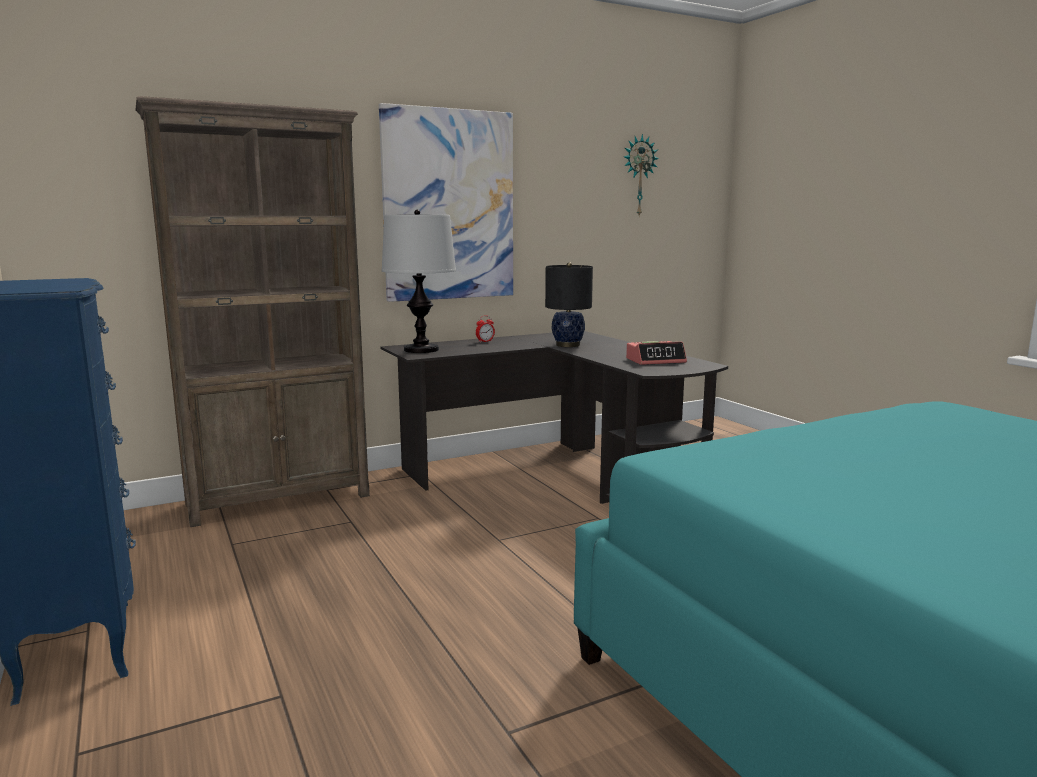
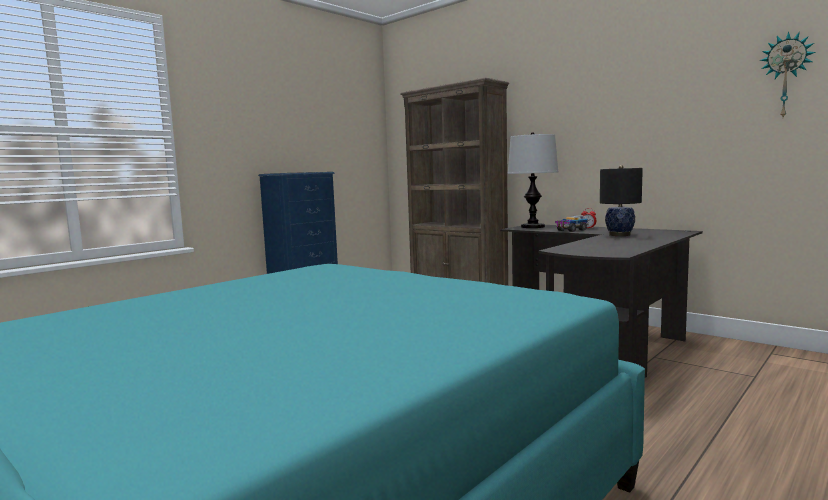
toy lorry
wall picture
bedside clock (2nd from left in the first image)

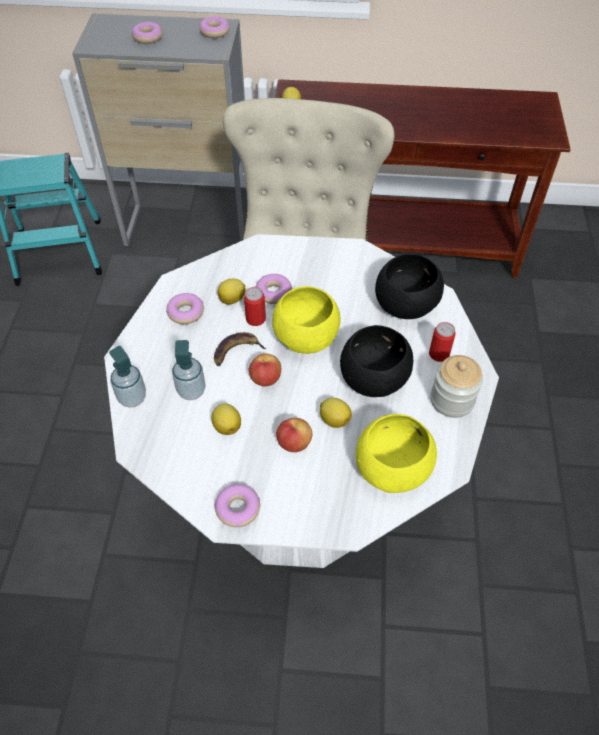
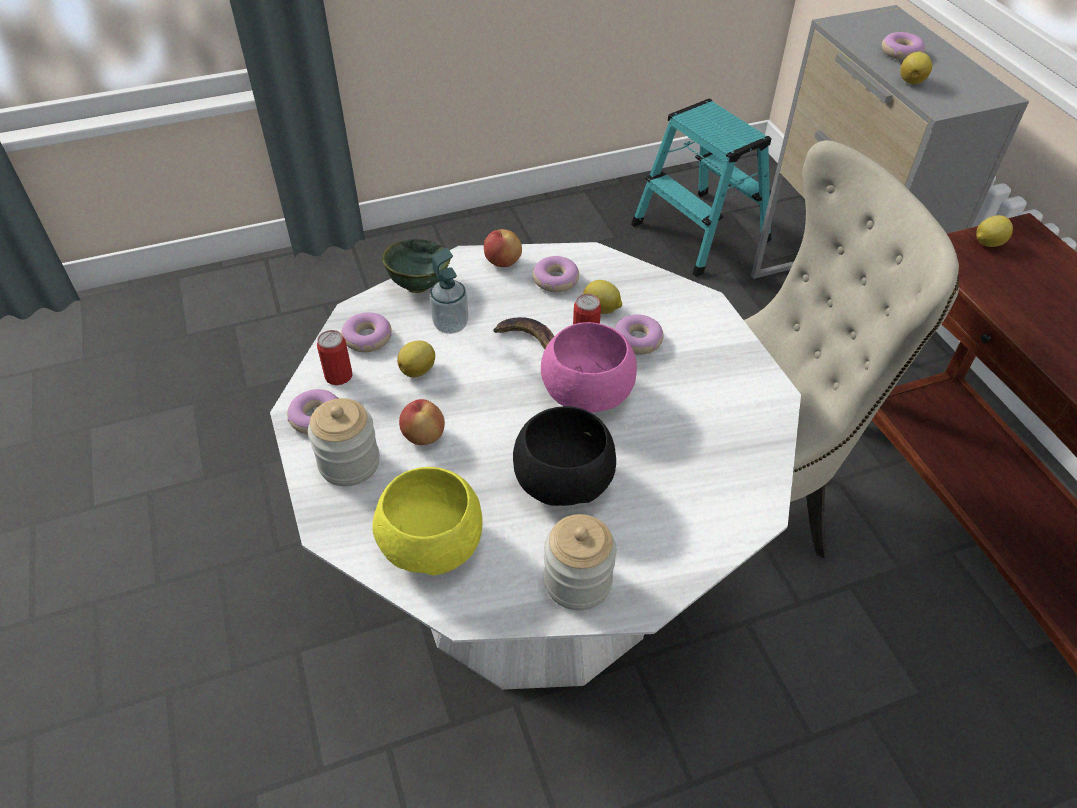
preserve jar (1st from left)
sealed can (1st from left)
ring doughnut (2nd from left)
green-coloured deep dish
apple fruit (2nd from left)
pink-coloured deep dish
lemon (3rd from left)
black-coloured deep dish (2nd from left in the first image)

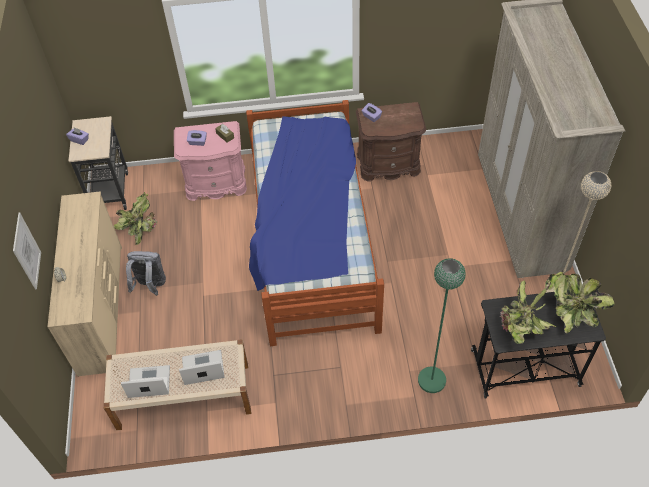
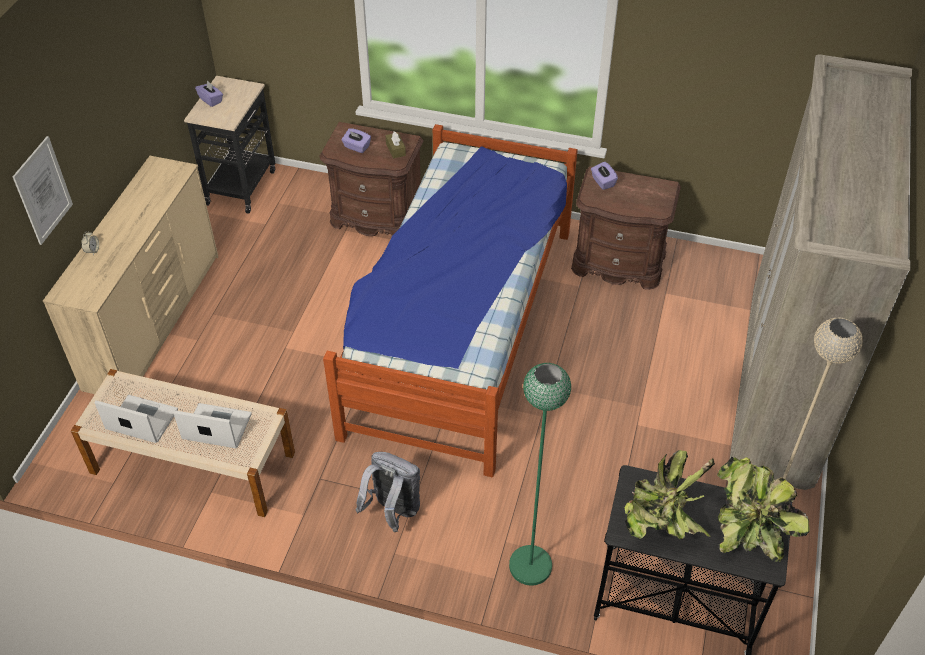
brown bedside table (1st from left)
greyish knapsack
potted plant (1st from left in the first image)

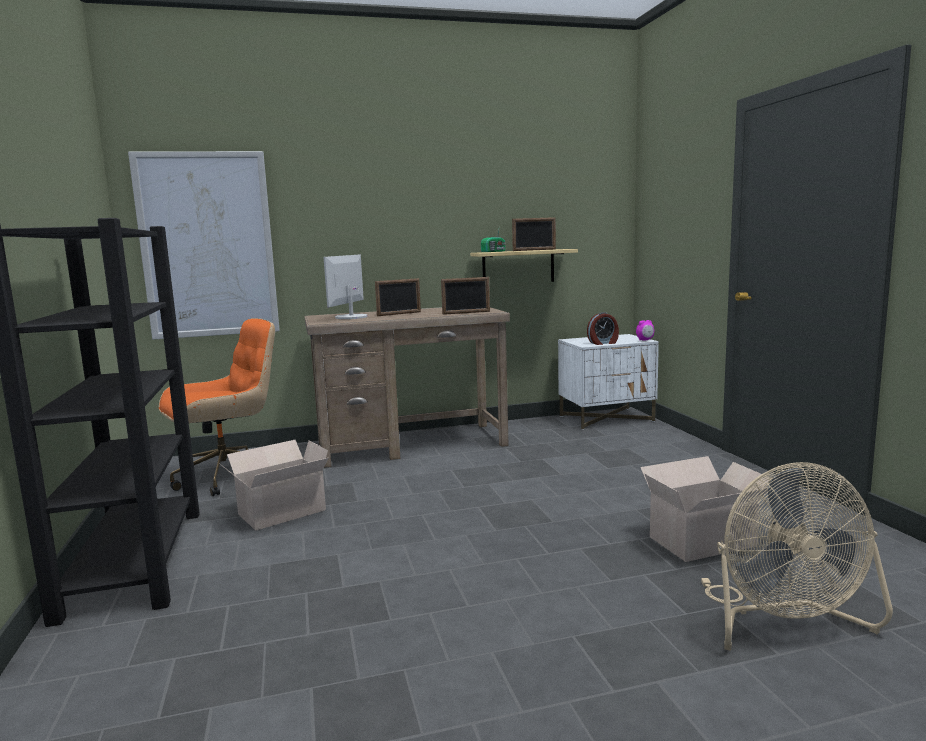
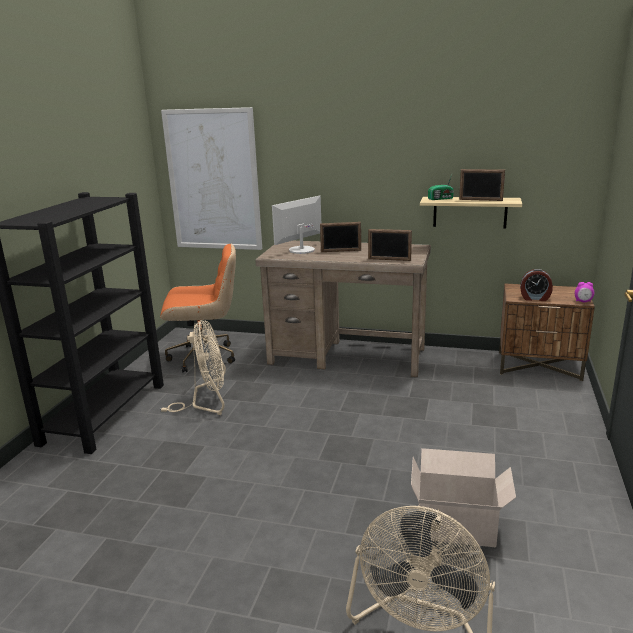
beige fan (1st from left)
brown bedside table

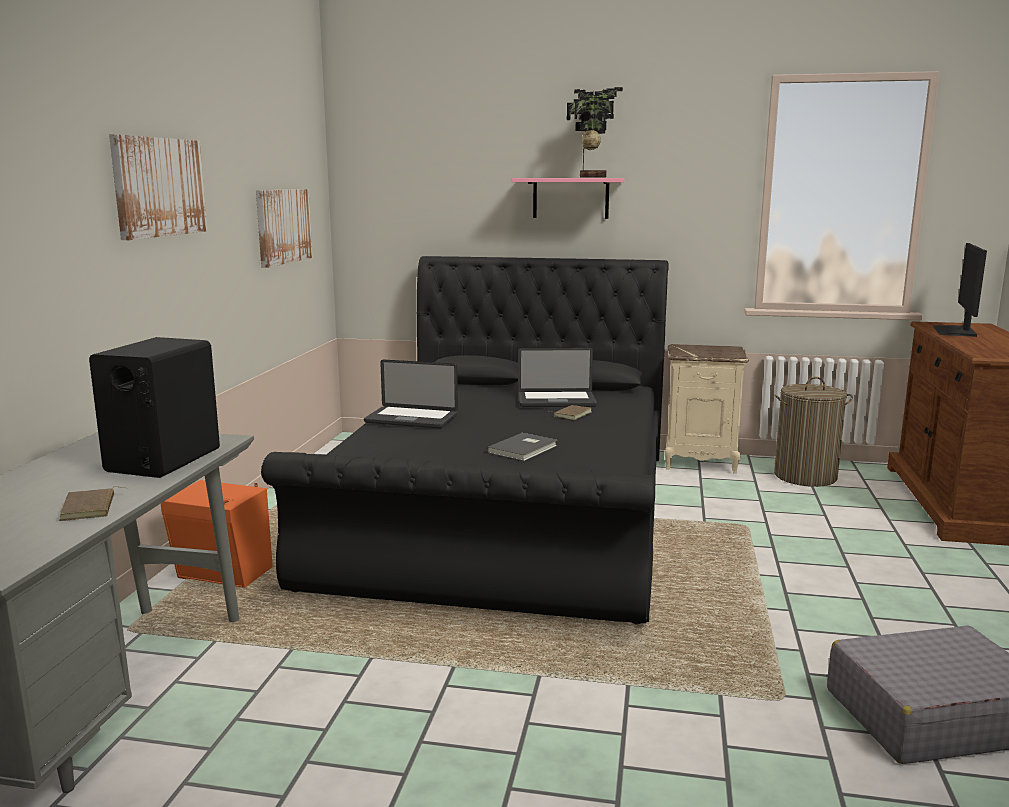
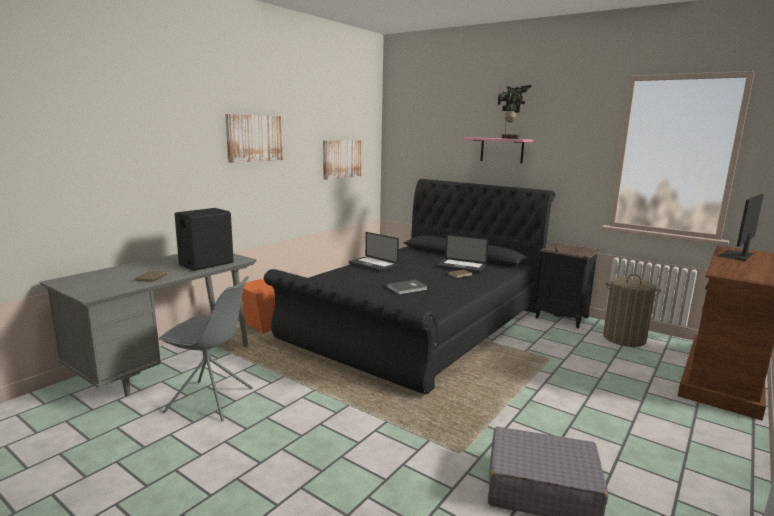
greyish upright chair
black-coloured bedside table

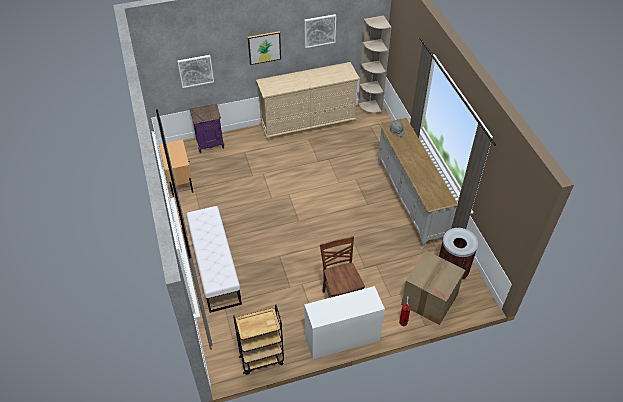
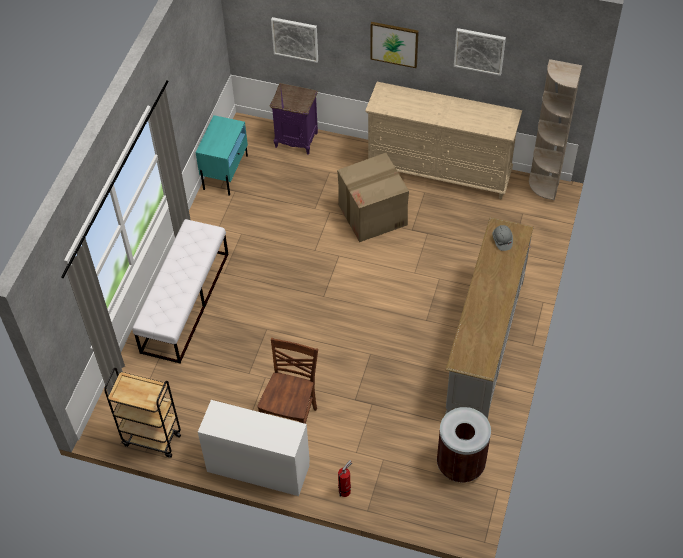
blue-green bedside table
cardboard box

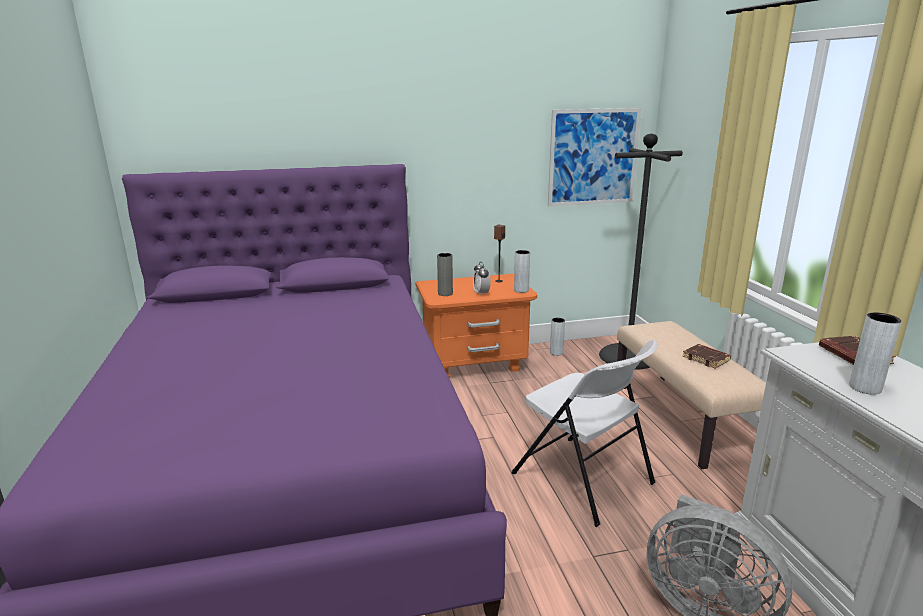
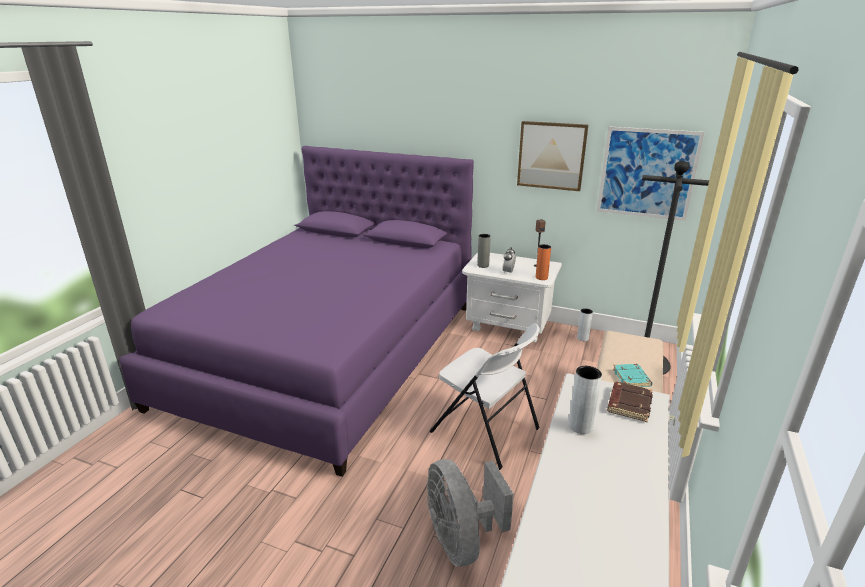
white upright chair
white bedside table
wall picture (1st from left)
orange-coloured vase
blue-green bound book

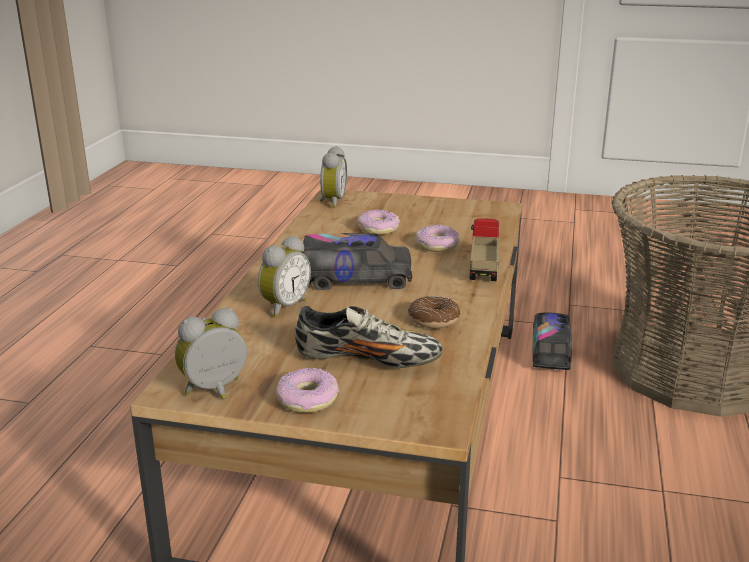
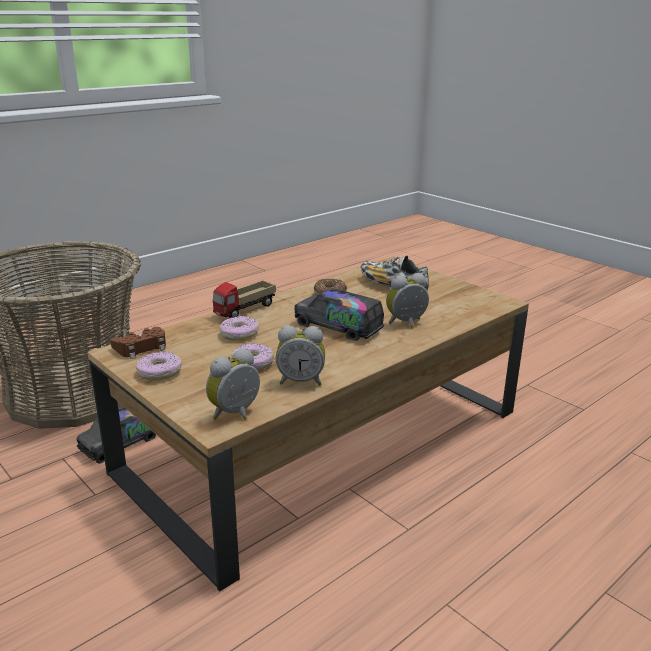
brown game controller
ring doughnut (1st from left)
bedside clock (2nd from left)

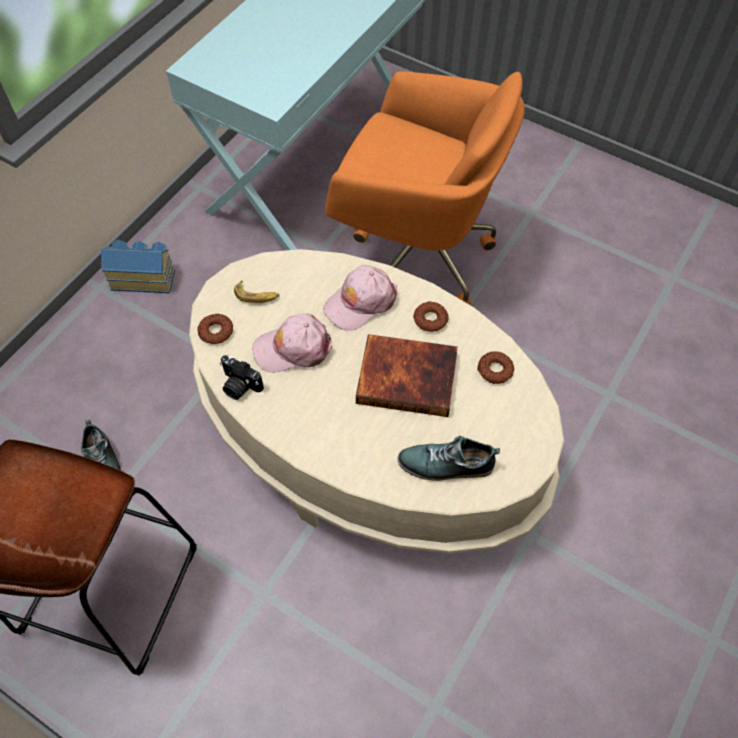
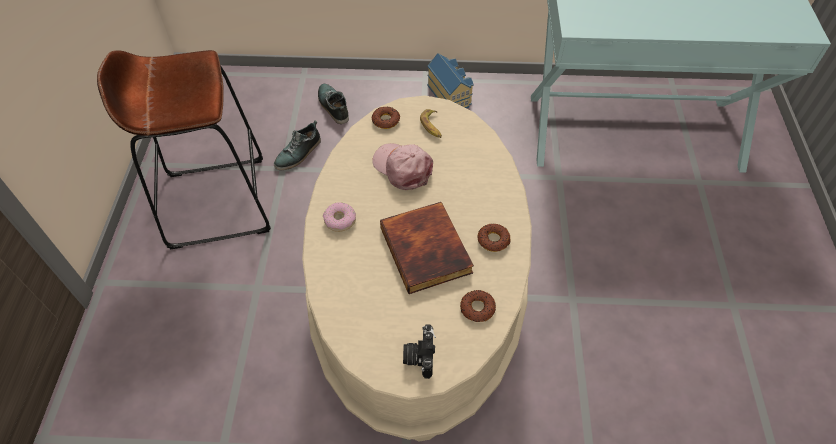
shoe (2nd from left)
ring doughnut (1st from left)
photo camera
pink-coloured peaked cap (2nd from left in the first image)
orange-coloured office chair

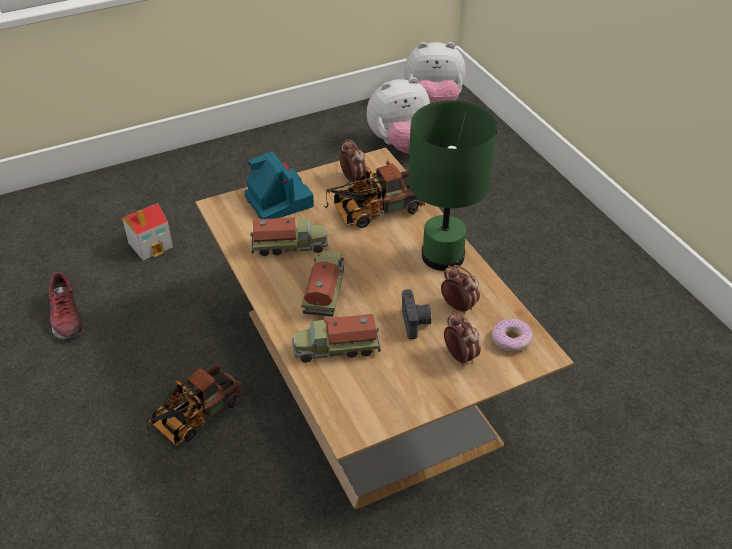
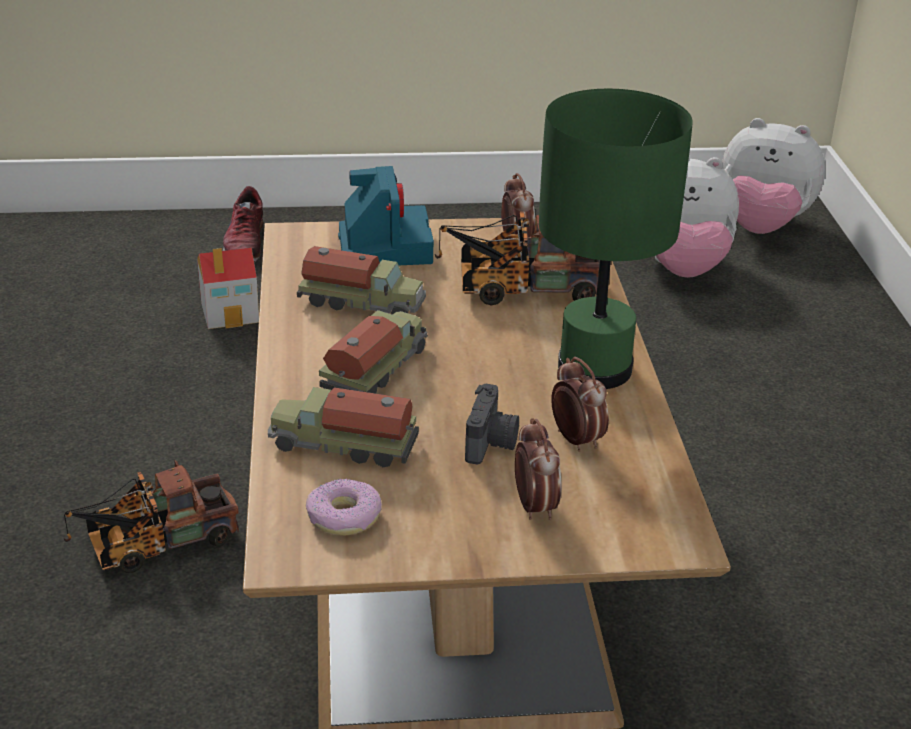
shoe
ring doughnut

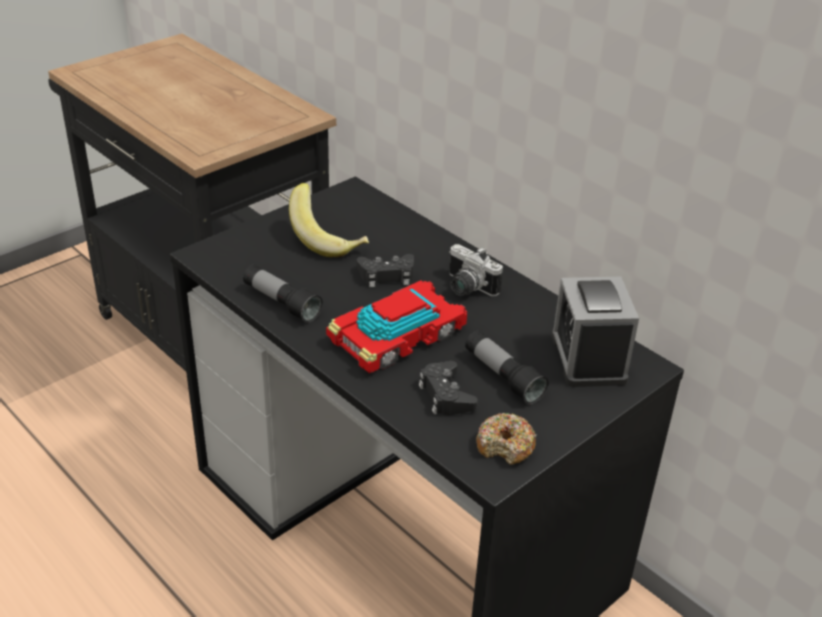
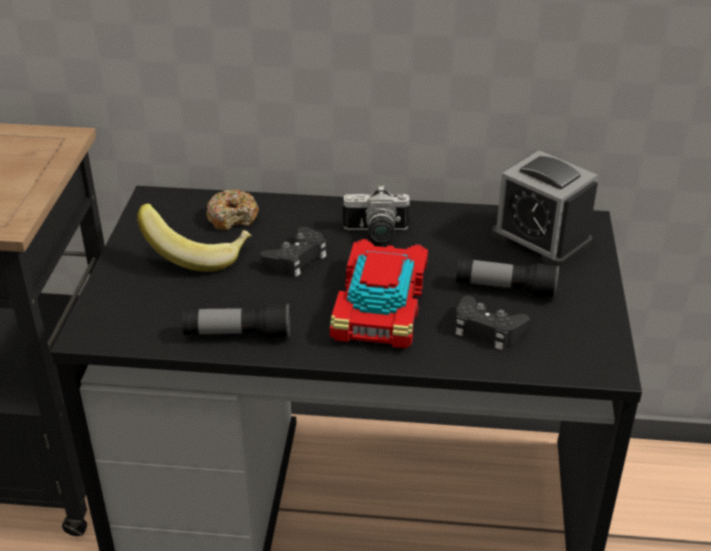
ring doughnut

